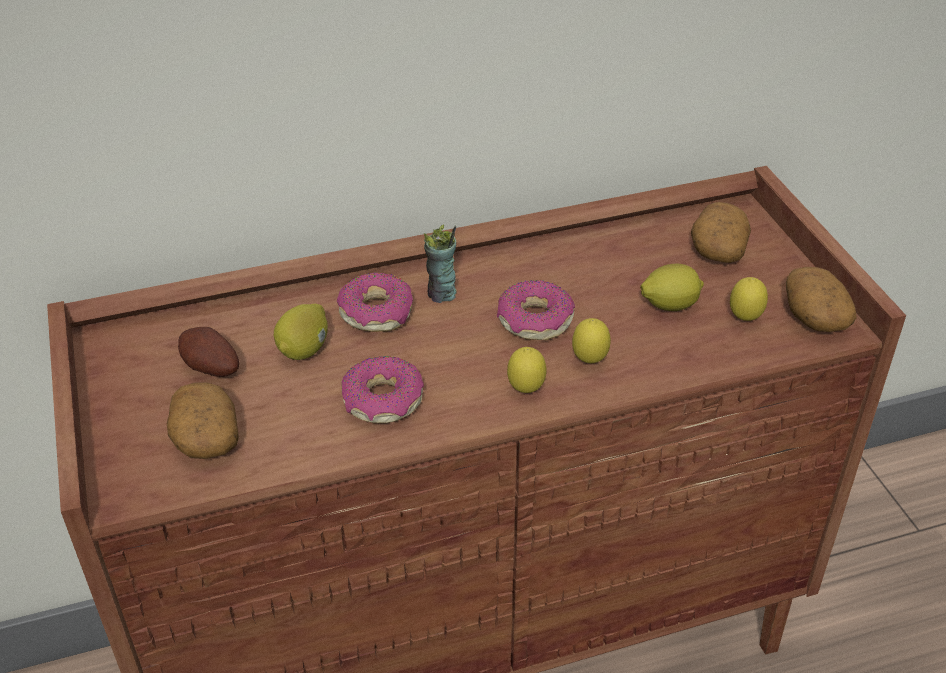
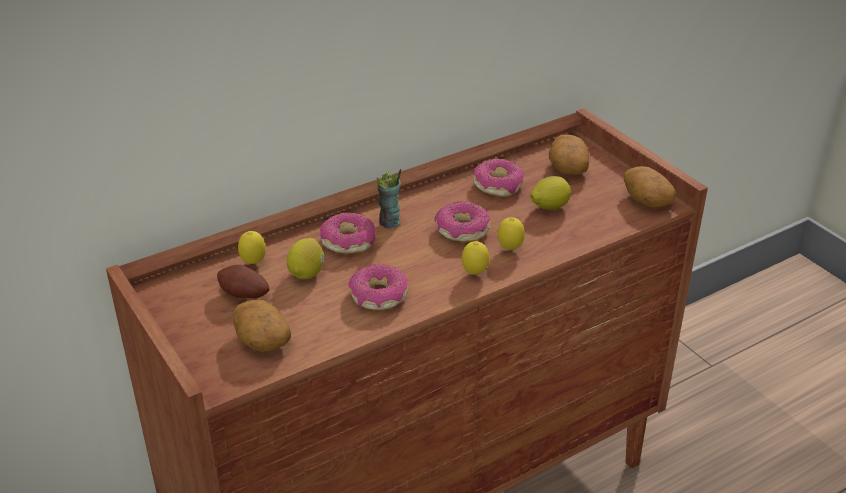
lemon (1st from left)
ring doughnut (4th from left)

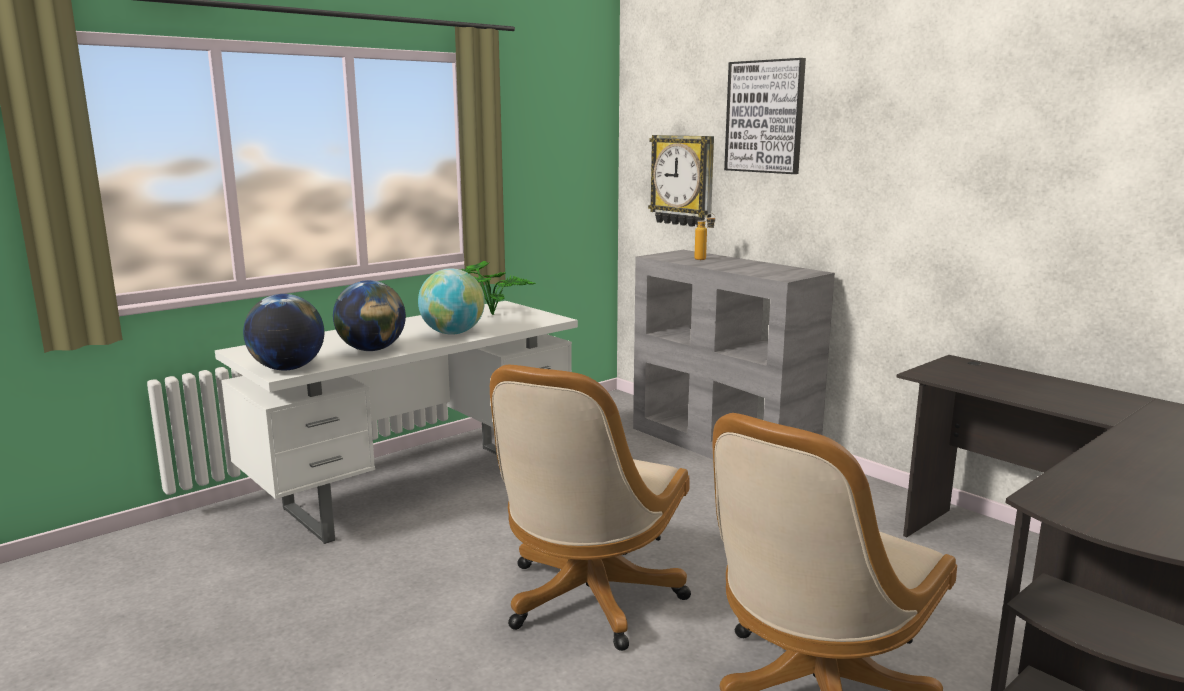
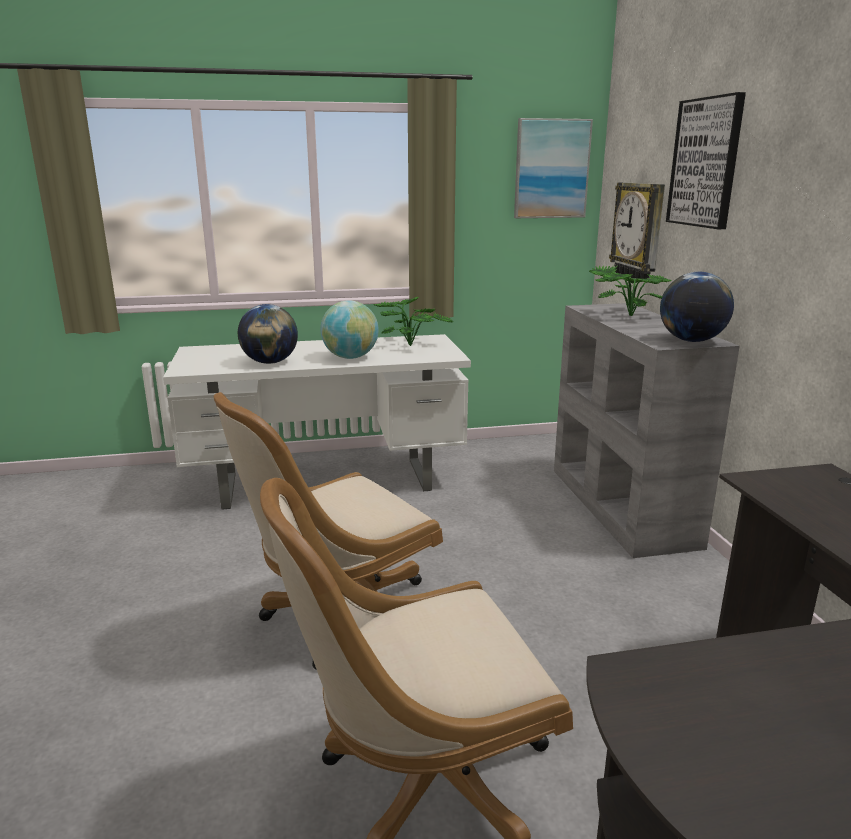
wall picture (1st from left)
potted plant (2nd from left)
globe (3rd from left)

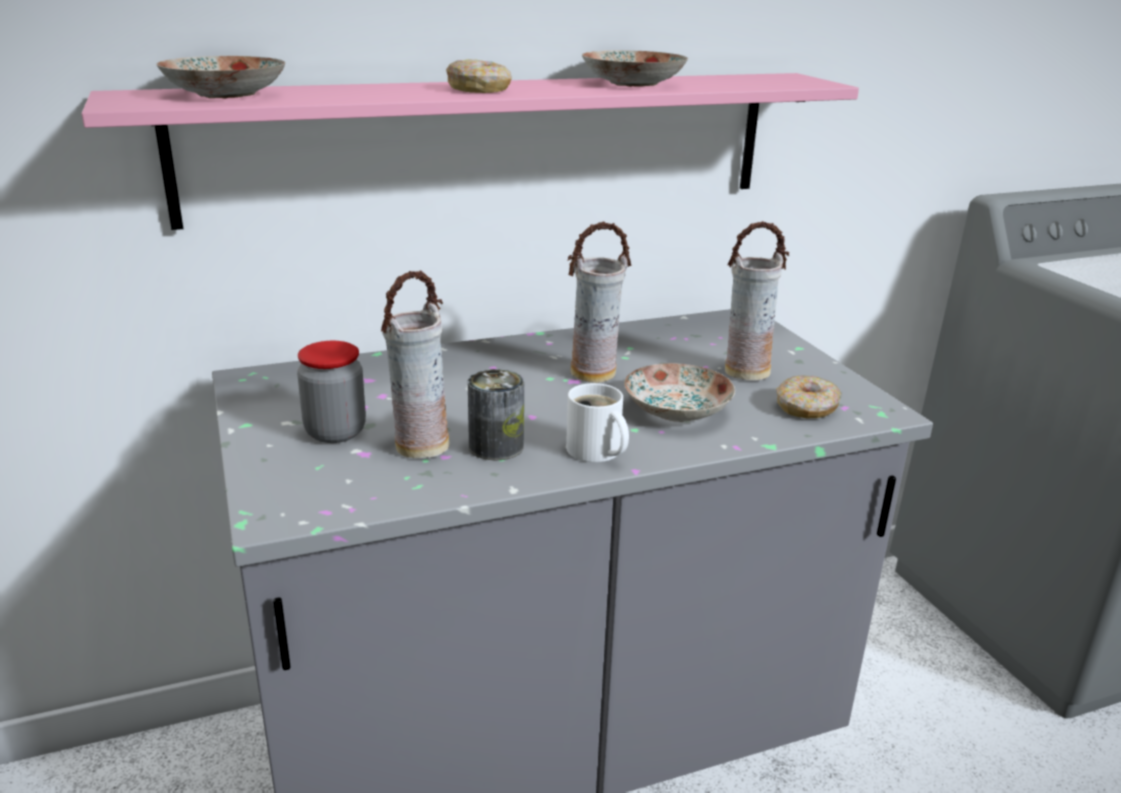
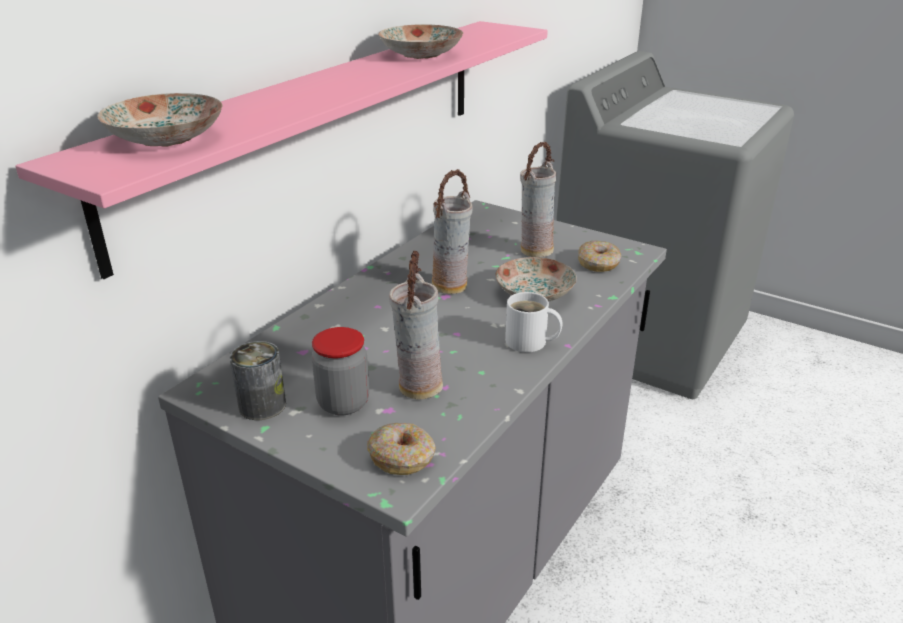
sealed can
ring doughnut (1st from left)

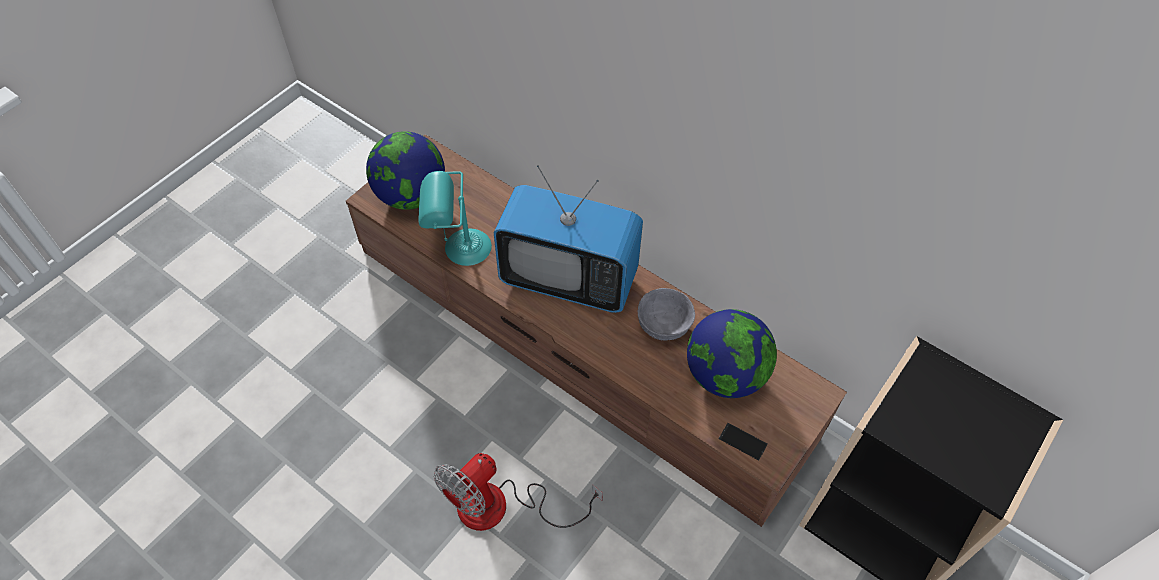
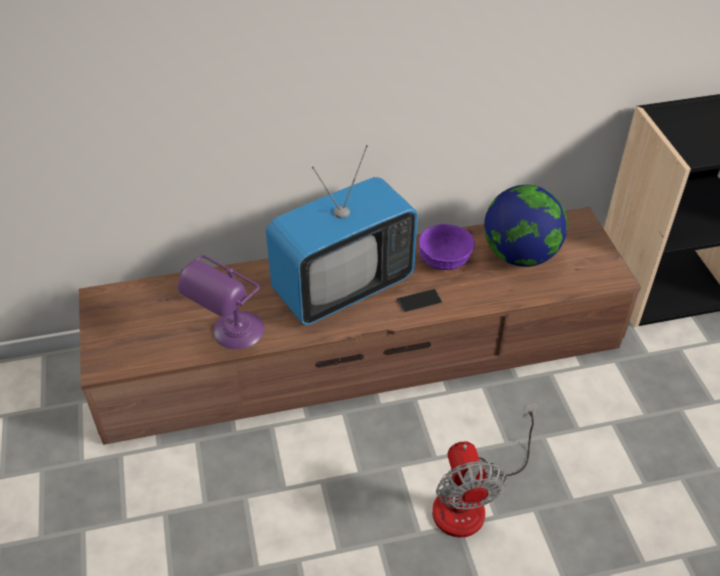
purple-coloured lamp for a table
phone
purple-coloured deep dish
globe (1st from left in the first image)

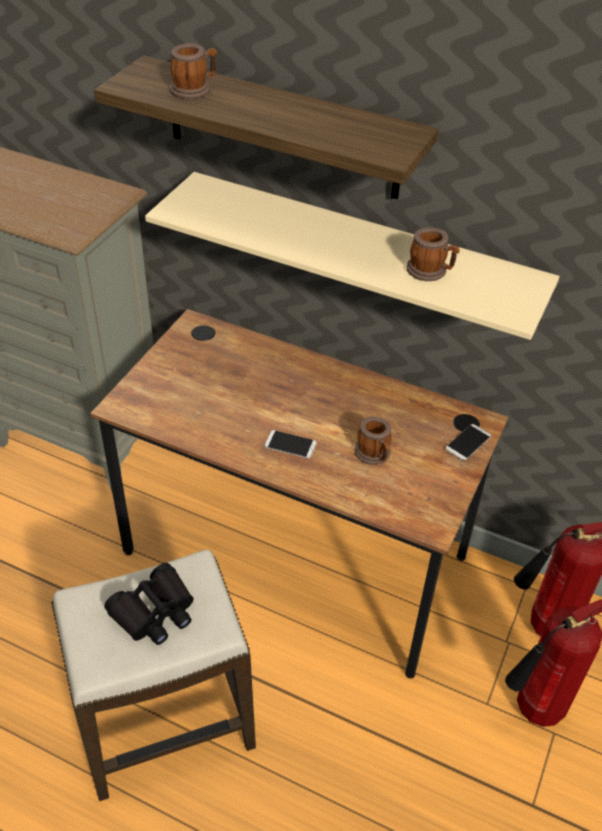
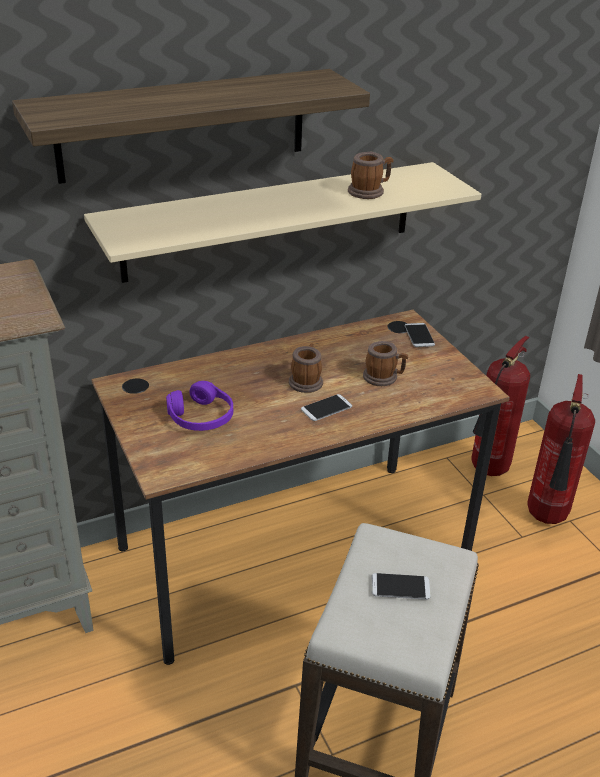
purple-coloured headphones
coffee mug (1st from left)
phone (2nd from left)

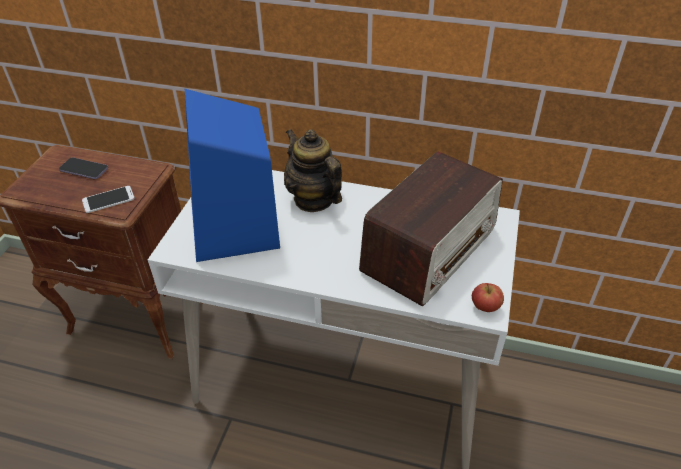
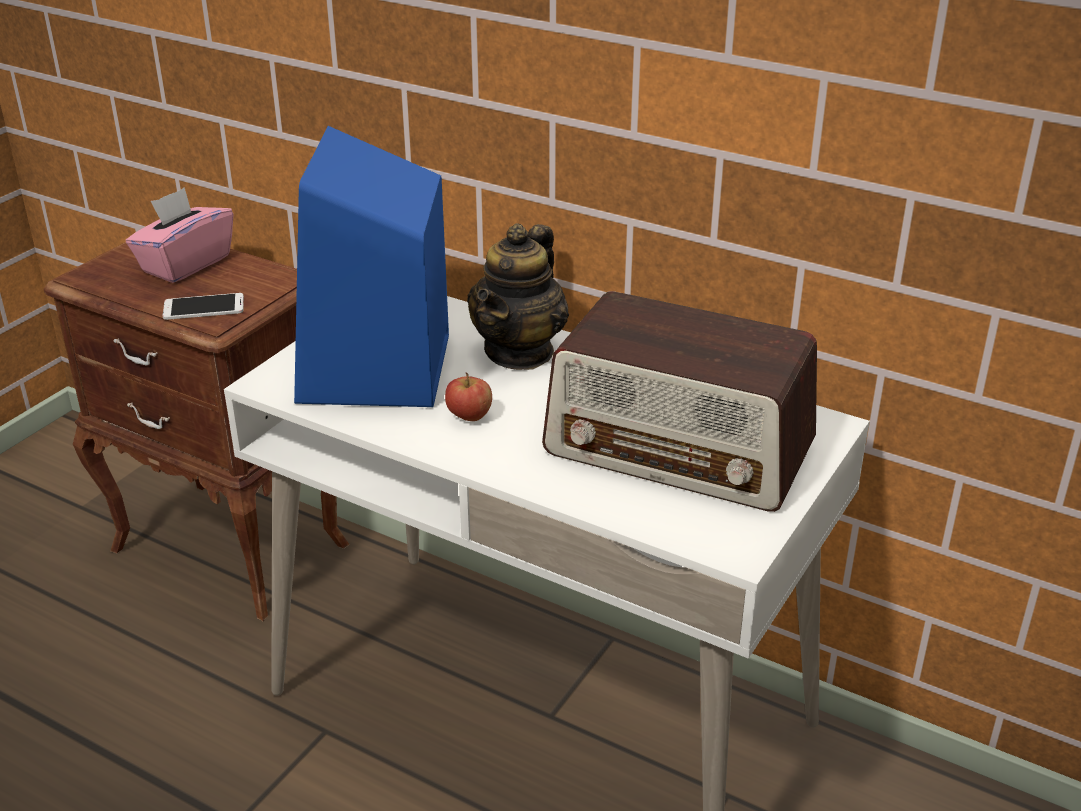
pink-coloured tissue holder
apple fruit
pot for tea
radio receiver

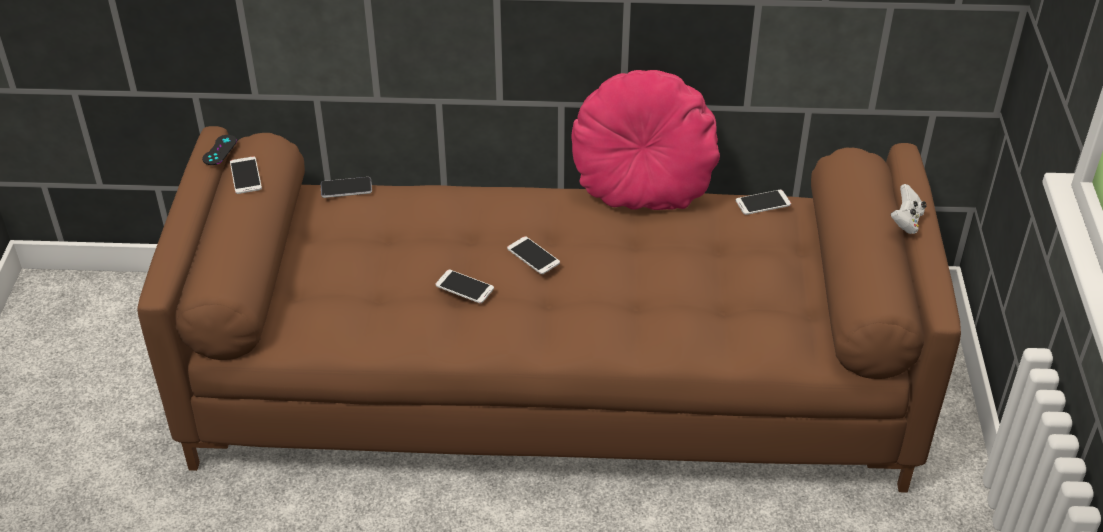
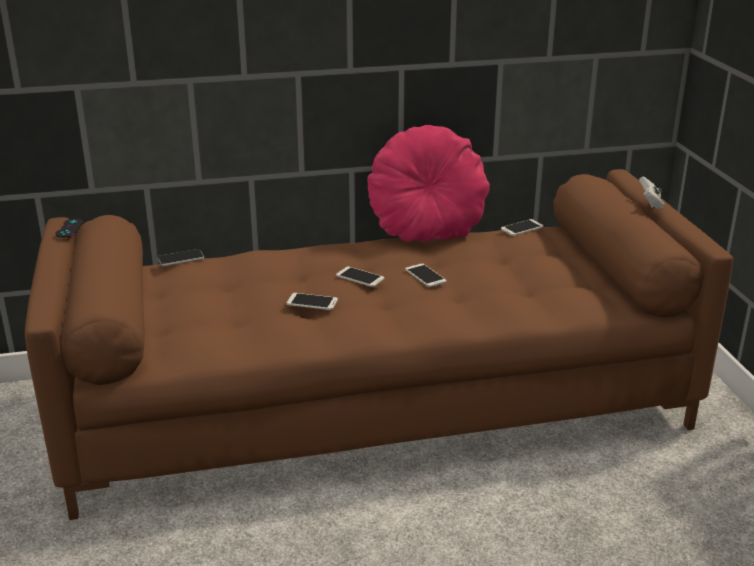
phone (4th from left)

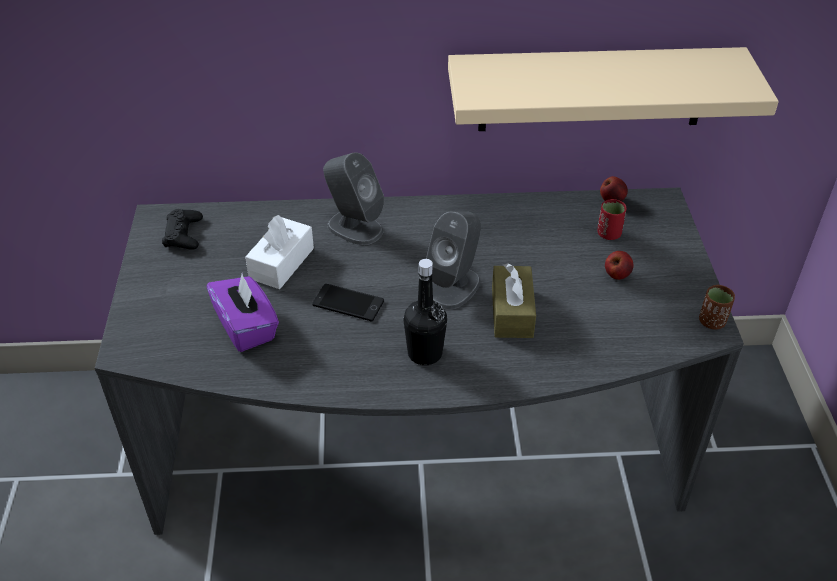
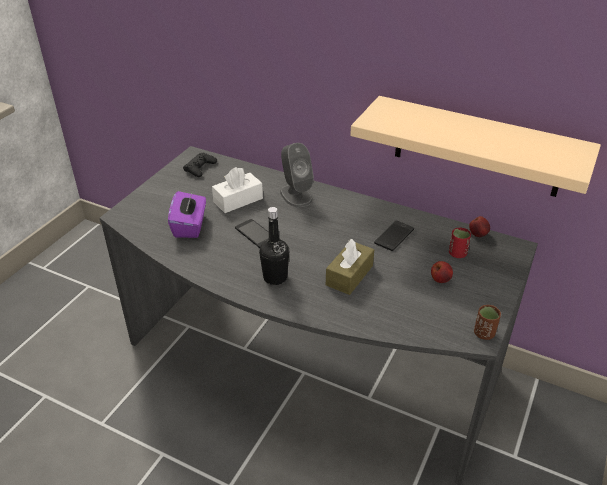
phone (2nd from left)
greyish speaker (2nd from left in the first image)

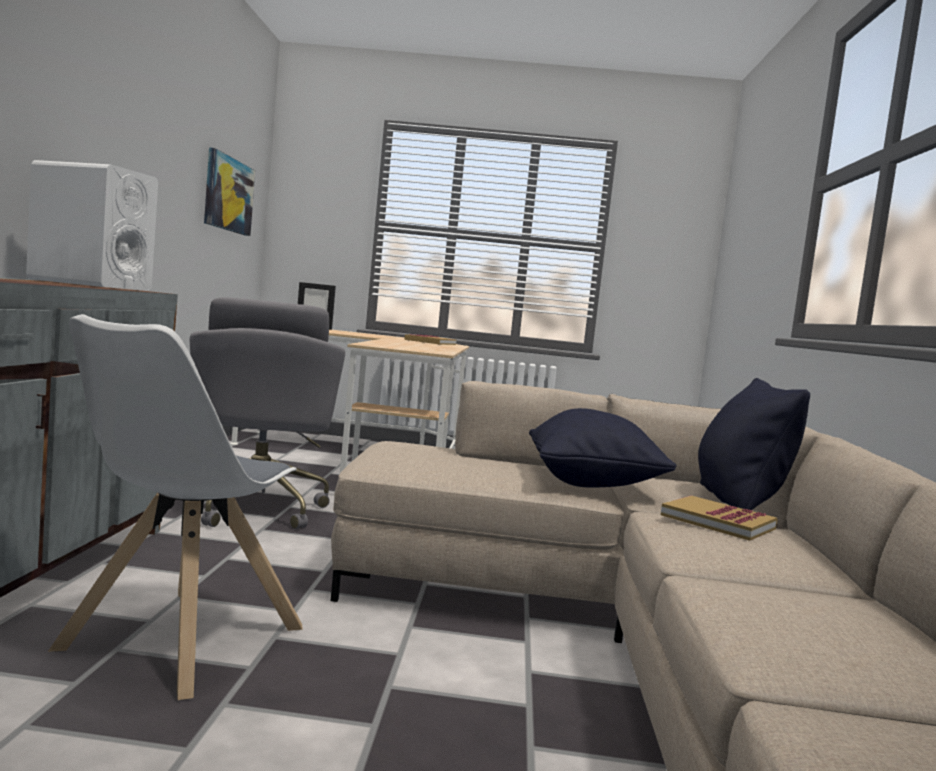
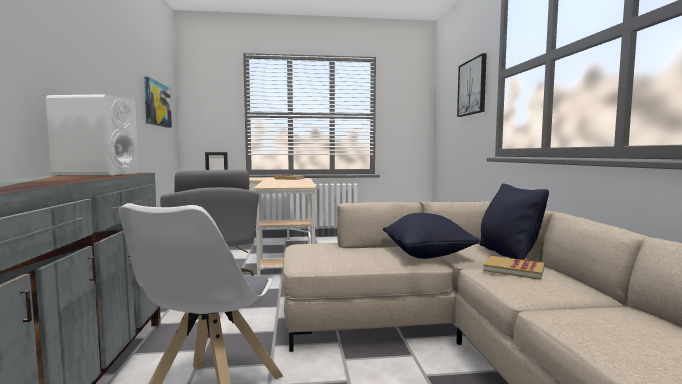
wall picture (2nd from left)

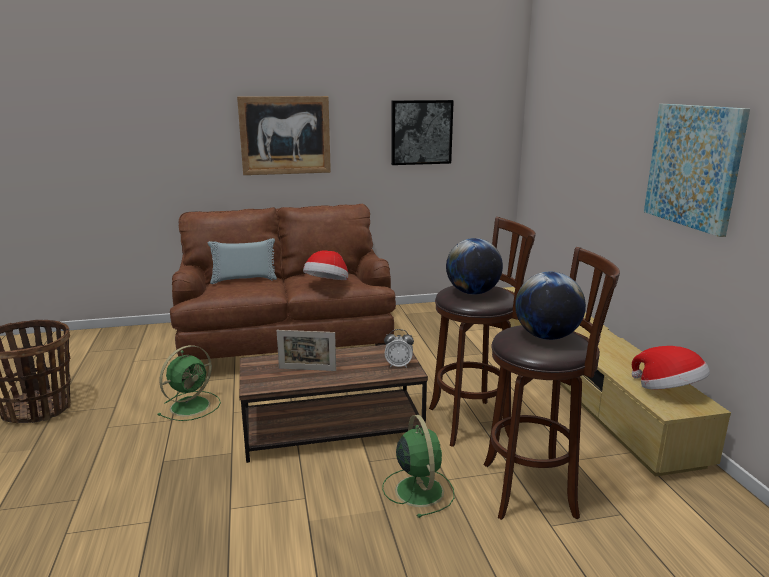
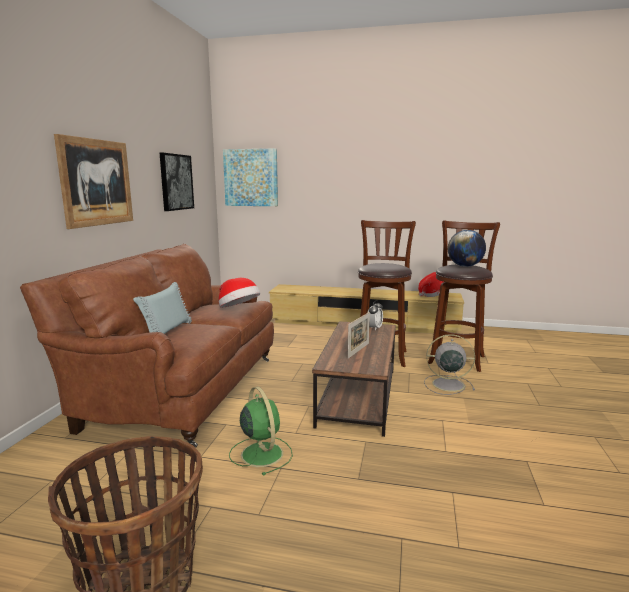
wall picture (3rd from left)
greyish fan
globe (1st from left in the first image)

